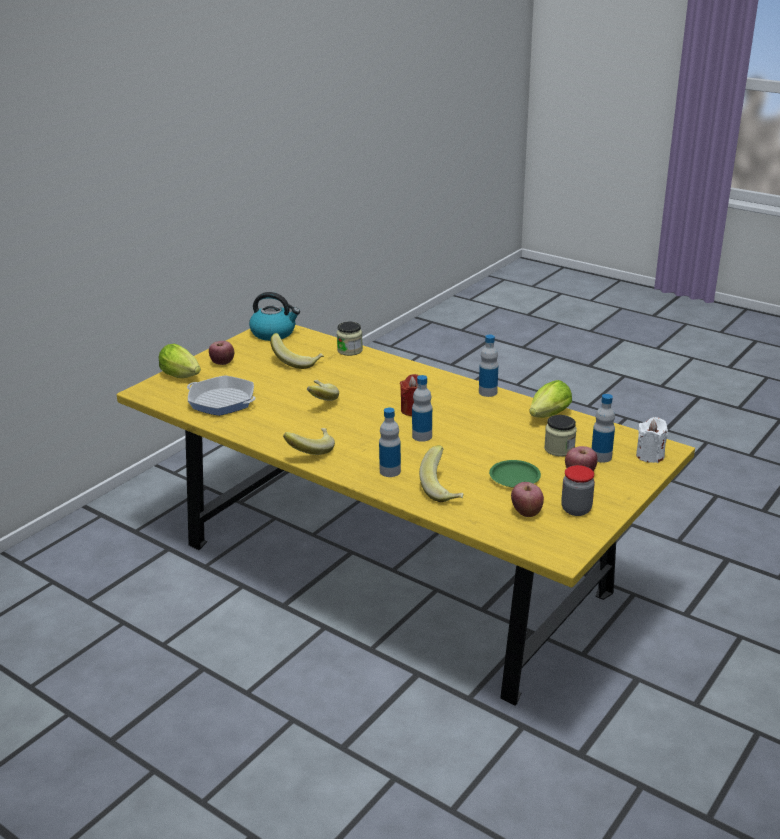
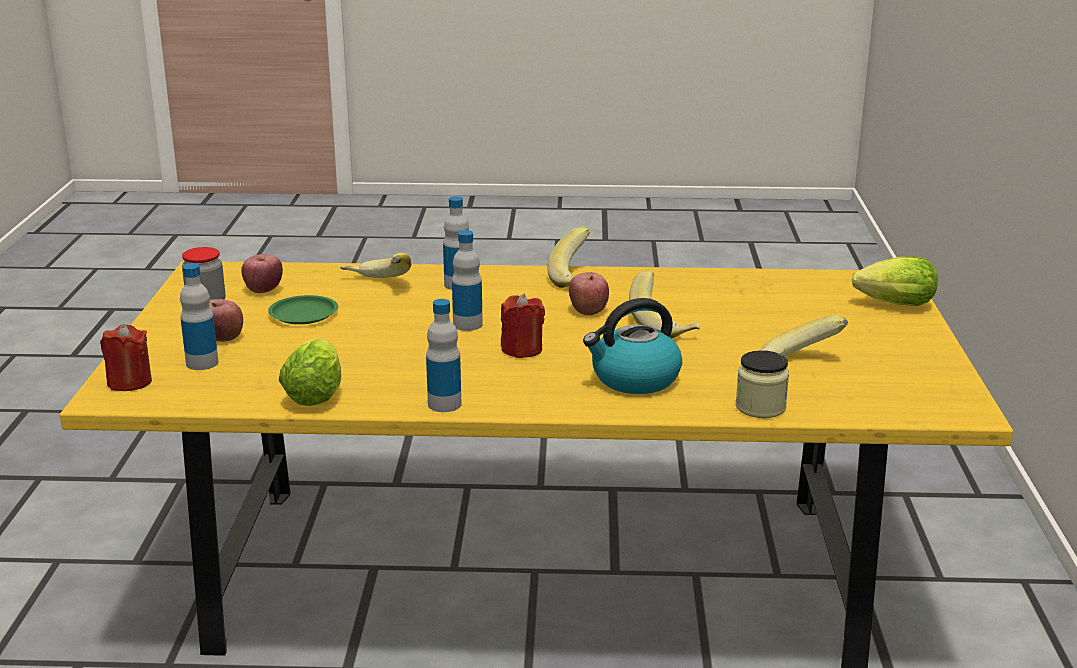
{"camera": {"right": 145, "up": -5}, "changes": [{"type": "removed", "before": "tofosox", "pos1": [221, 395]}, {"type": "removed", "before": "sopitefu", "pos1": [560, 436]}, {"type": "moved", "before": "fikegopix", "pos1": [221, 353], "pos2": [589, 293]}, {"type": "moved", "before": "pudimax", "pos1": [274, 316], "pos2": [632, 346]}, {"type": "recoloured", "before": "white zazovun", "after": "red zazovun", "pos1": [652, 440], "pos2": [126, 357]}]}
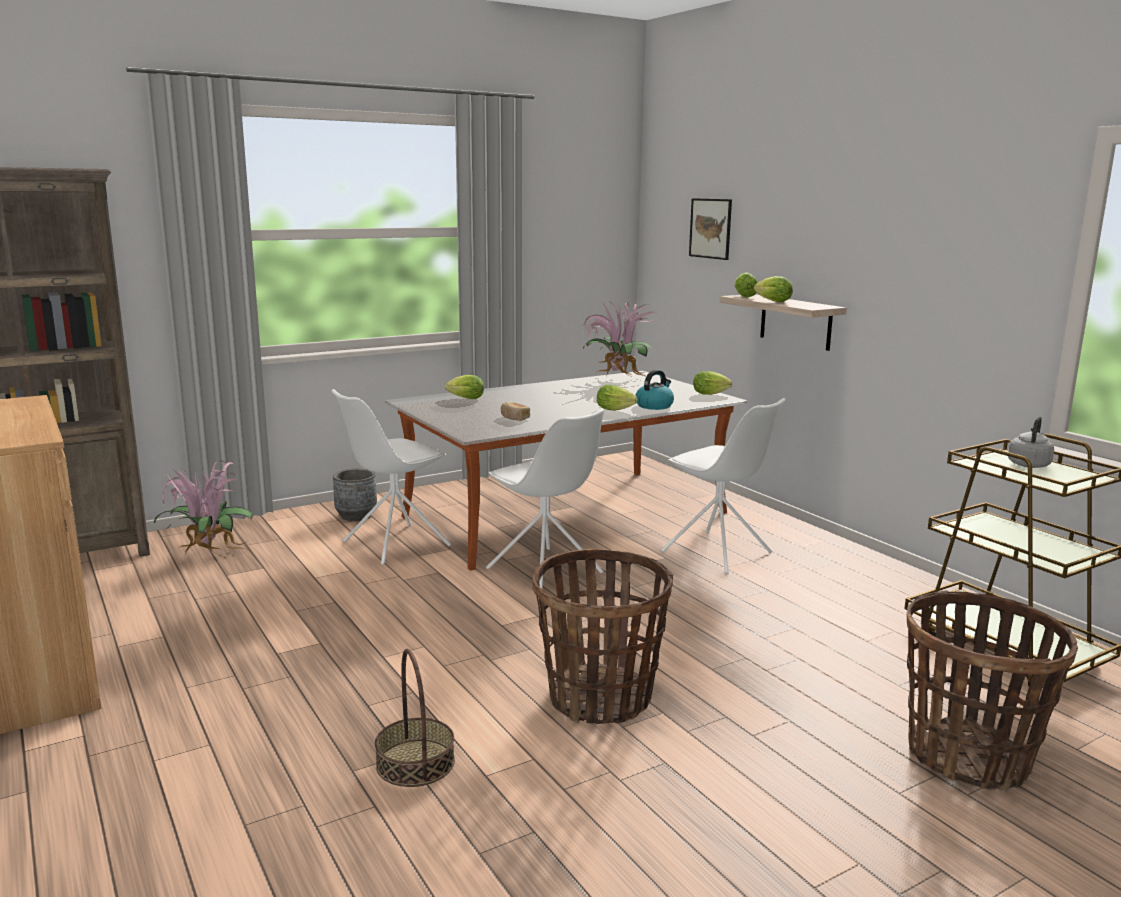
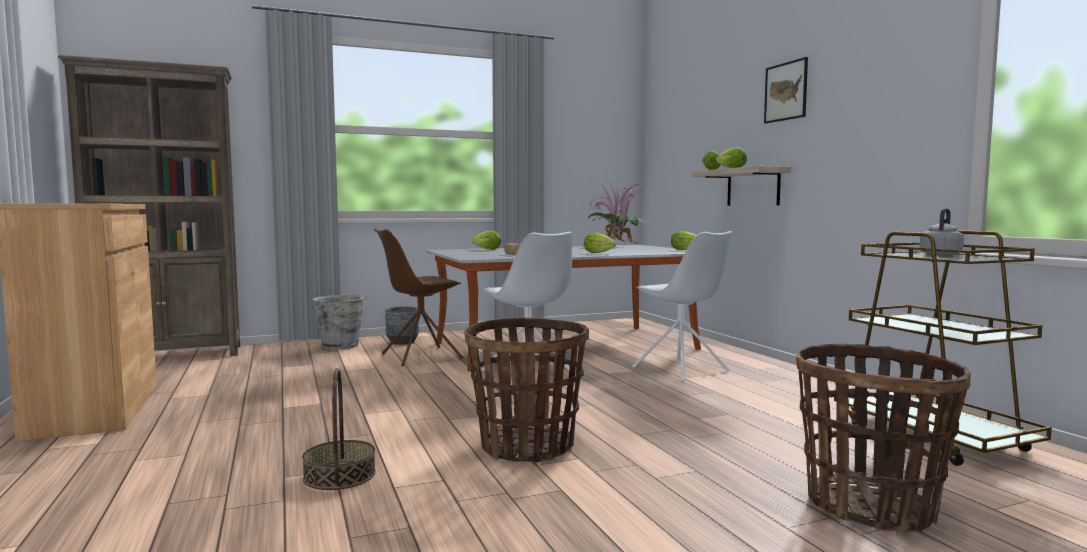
{"camera": {"right": 10, "up": -10}, "changes": [{"type": "removed", "before": "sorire", "pos1": [204, 508]}, {"type": "removed", "before": "pudimax", "pos1": [654, 390]}, {"type": "added", "after": "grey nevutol", "pos2": [339, 322]}, {"type": "moved", "before": "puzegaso", "pos1": [710, 229], "pos2": [786, 90]}, {"type": "recoloured", "before": "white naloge", "after": "brown naloge", "pos1": [391, 477], "pos2": [418, 297]}]}
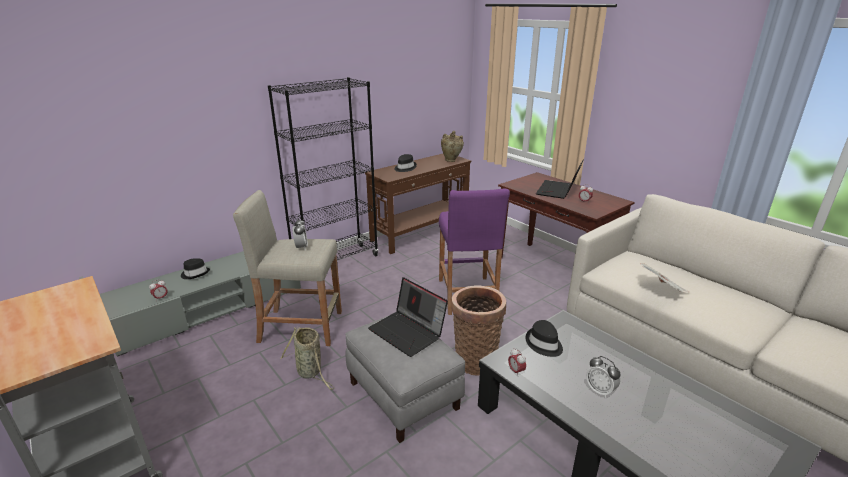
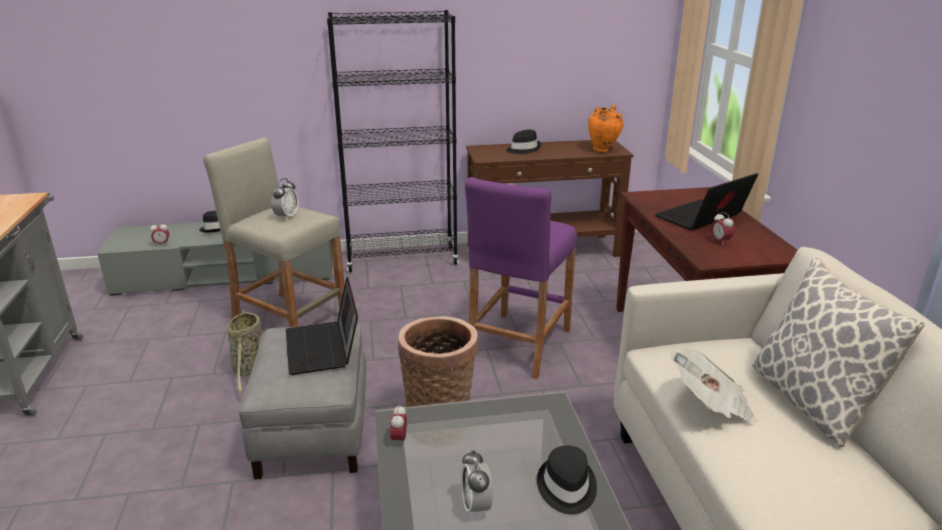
{"camera": {"right": 30, "up": 0}, "changes": [{"type": "added", "after": "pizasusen", "pos2": [838, 352]}, {"type": "moved", "before": "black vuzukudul", "pos1": [544, 338], "pos2": [567, 480]}, {"type": "recoloured", "before": "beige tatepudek", "after": "orange tatepudek", "pos1": [452, 146], "pos2": [606, 128]}]}
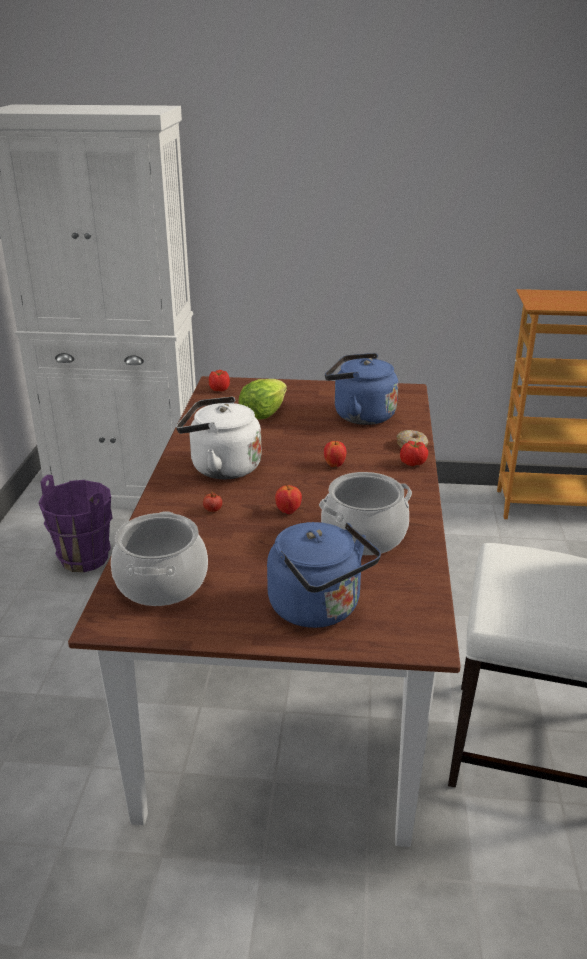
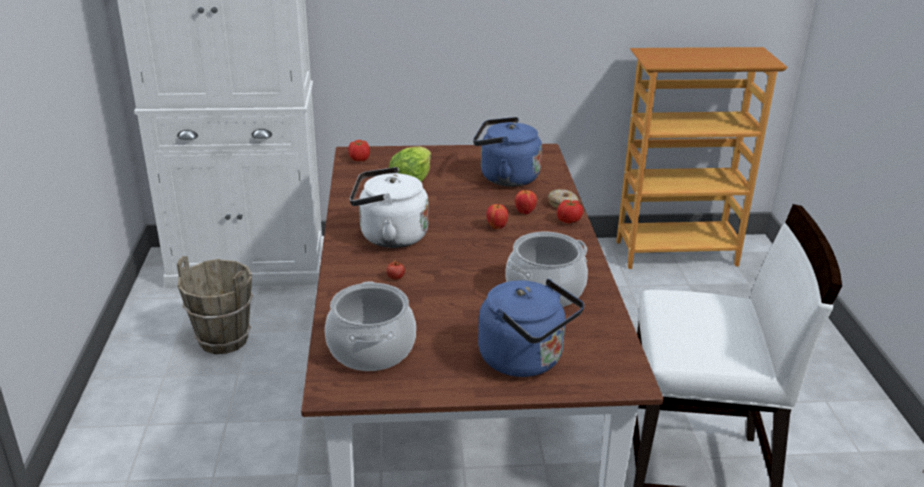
{"camera": {"right": -10, "up": 0}, "changes": [{"type": "moved", "before": "fikegopix", "pos1": [288, 499], "pos2": [526, 202]}, {"type": "recoloured", "before": "purple nevutol", "after": "brown nevutol", "pos1": [76, 523], "pos2": [215, 305]}]}
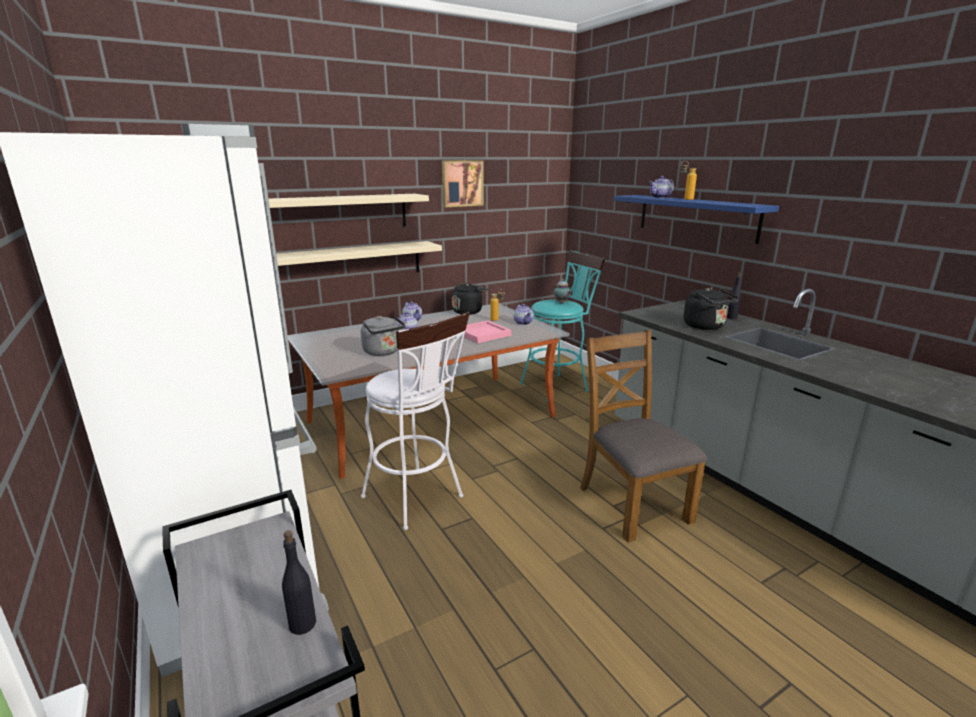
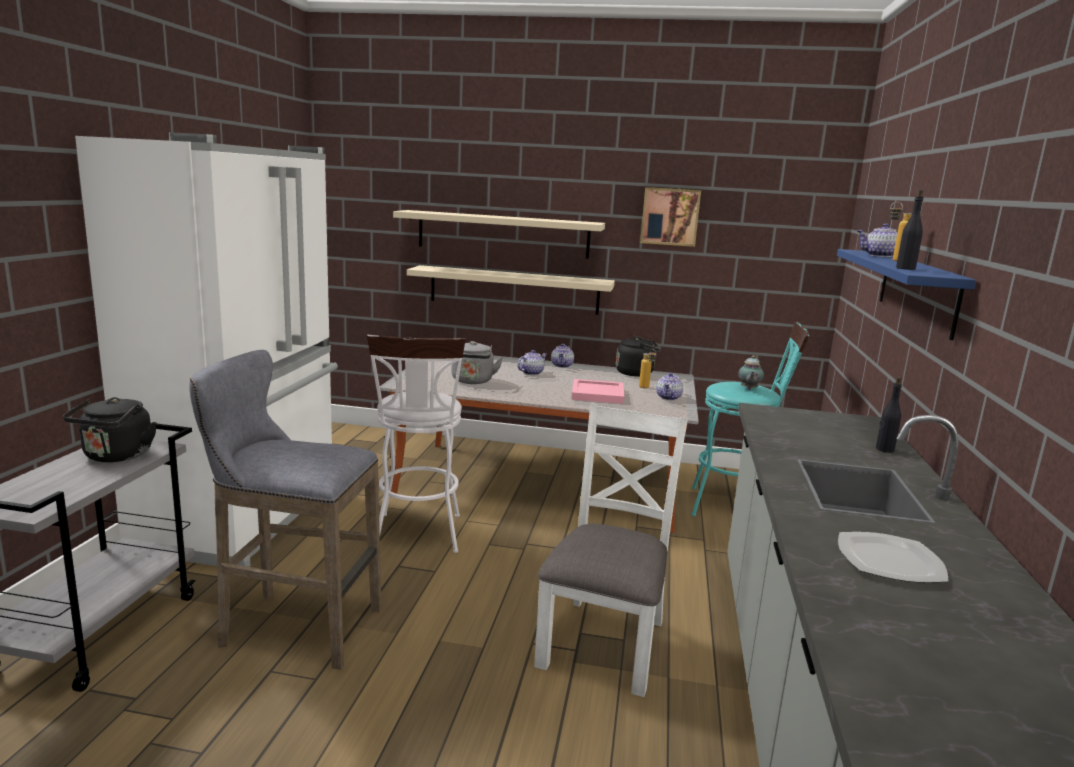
{"camera": {"right": 40, "up": -5}, "changes": [{"type": "added", "after": "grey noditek", "pos2": [285, 510]}, {"type": "added", "after": "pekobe", "pos2": [893, 557]}, {"type": "moved", "before": "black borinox", "pos1": [299, 582], "pos2": [910, 229]}, {"type": "moved", "before": "black pudimax", "pos1": [711, 309], "pos2": [110, 429]}, {"type": "recoloured", "before": "brown naloge", "after": "white naloge", "pos1": [643, 436], "pos2": [611, 550]}]}
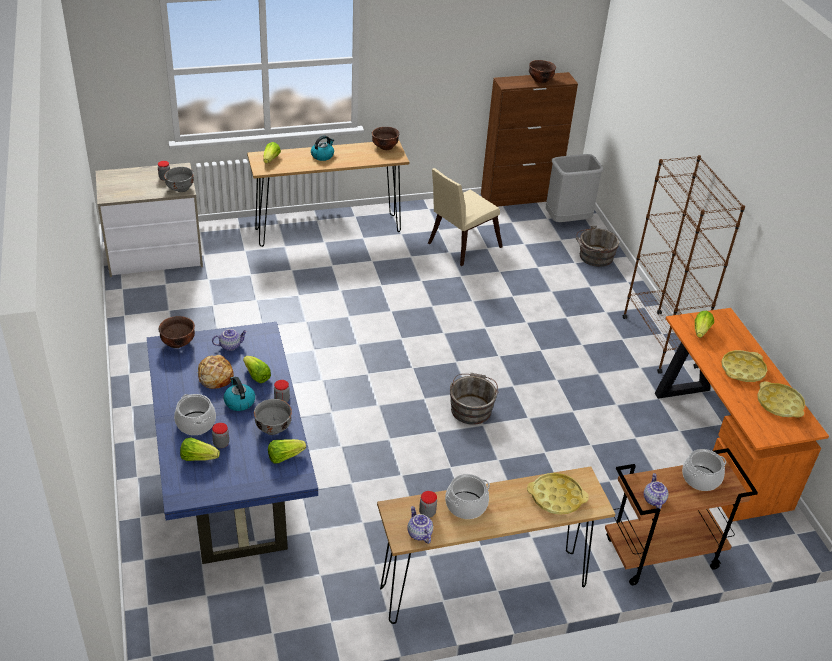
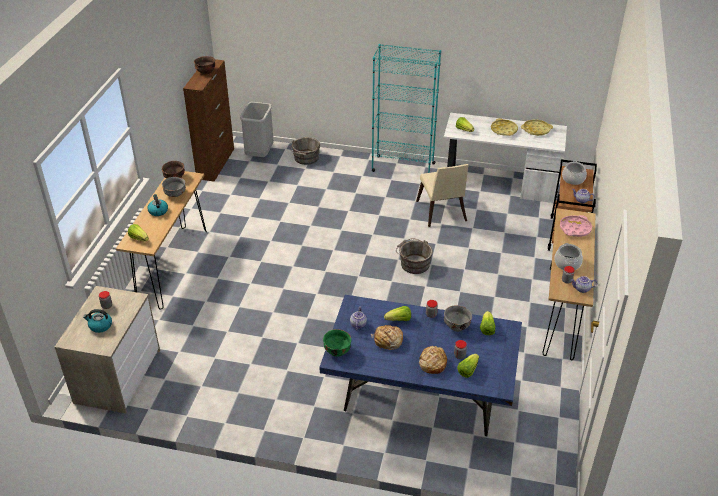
{"camera": {"right": -60, "up": 0}, "changes": [{"type": "moved", "before": "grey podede", "pos1": [179, 179], "pos2": [174, 187]}, {"type": "moved", "before": "pudimax", "pos1": [239, 393], "pos2": [97, 321]}, {"type": "moved", "before": "beige naloge", "pos1": [465, 217], "pos2": [442, 195]}, {"type": "replaced", "before": "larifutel", "after": "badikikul", "pos1": [195, 414], "pos2": [433, 360]}, {"type": "recoloured", "before": "brown podede", "after": "green podede", "pos1": [177, 332], "pos2": [337, 343]}, {"type": "recoloured", "before": "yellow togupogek", "after": "pink togupogek", "pos1": [558, 494], "pos2": [576, 226]}, {"type": "recoloured", "before": "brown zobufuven", "after": "turquoise zobufuven", "pos1": [684, 264], "pos2": [406, 108]}, {"type": "recoloured", "before": "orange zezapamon", "after": "white zezapamon", "pos1": [742, 415], "pos2": [505, 158]}]}
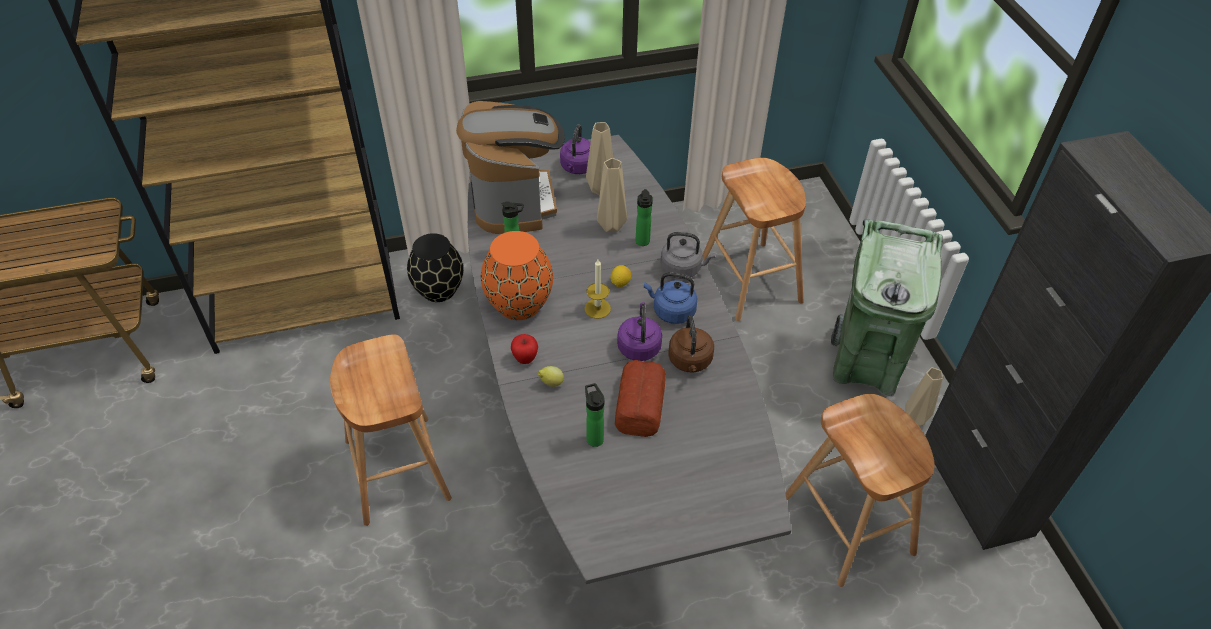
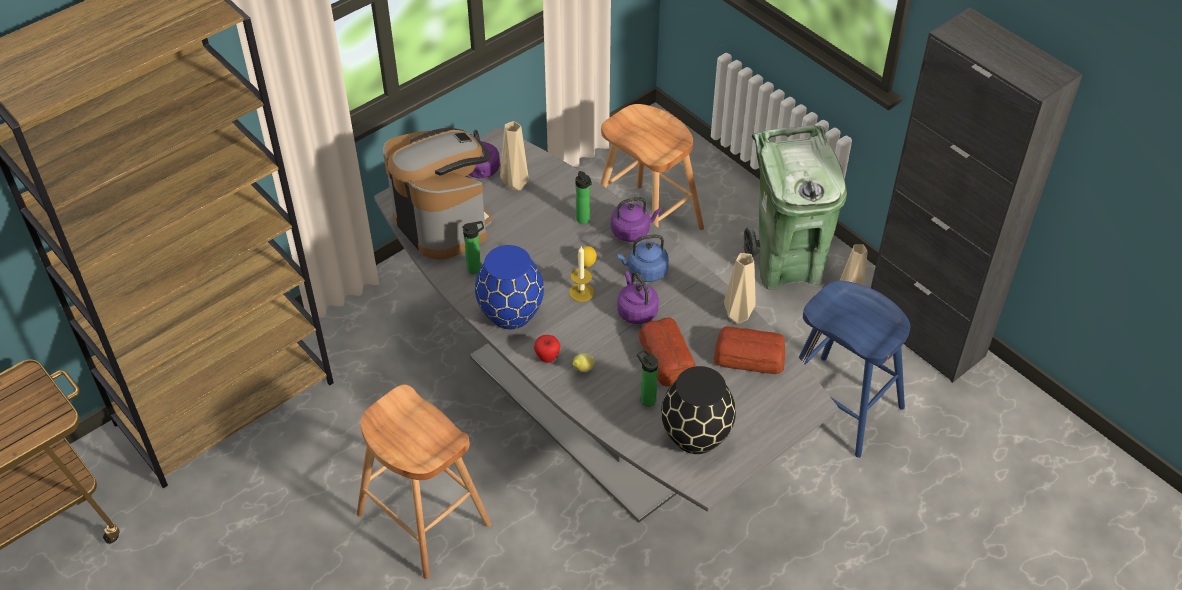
{"camera": {"right": -25, "up": 0}, "changes": [{"type": "removed", "before": "brown pudimax", "pos1": [691, 344]}, {"type": "added", "after": "badikikul", "pos2": [750, 350]}, {"type": "moved", "before": "black tatepudek", "pos1": [435, 267], "pos2": [698, 410]}, {"type": "moved", "before": "beige tatepudek", "pos1": [612, 195], "pos2": [740, 288]}, {"type": "recoloured", "before": "orange tatepudek", "after": "blue tatepudek", "pos1": [517, 275], "pos2": [509, 287]}, {"type": "recoloured", "before": "grey pudimax", "after": "purple pudimax", "pos1": [687, 255], "pos2": [636, 219]}, {"type": "recoloured", "before": "brown noditek", "after": "blue noditek", "pos1": [860, 490], "pos2": [854, 369]}]}
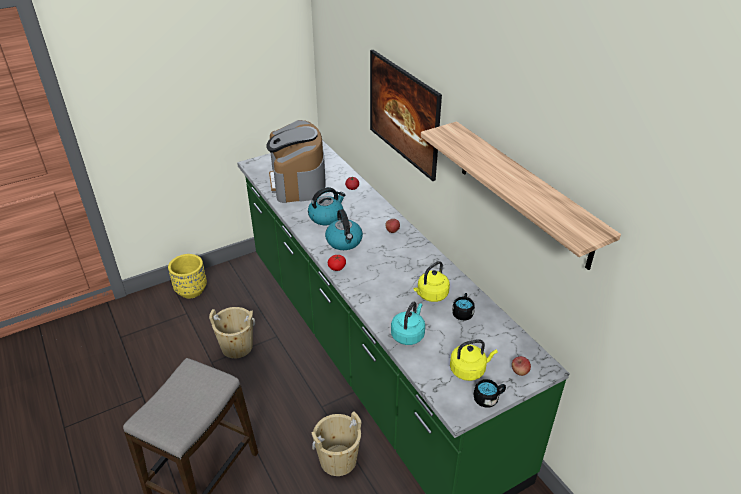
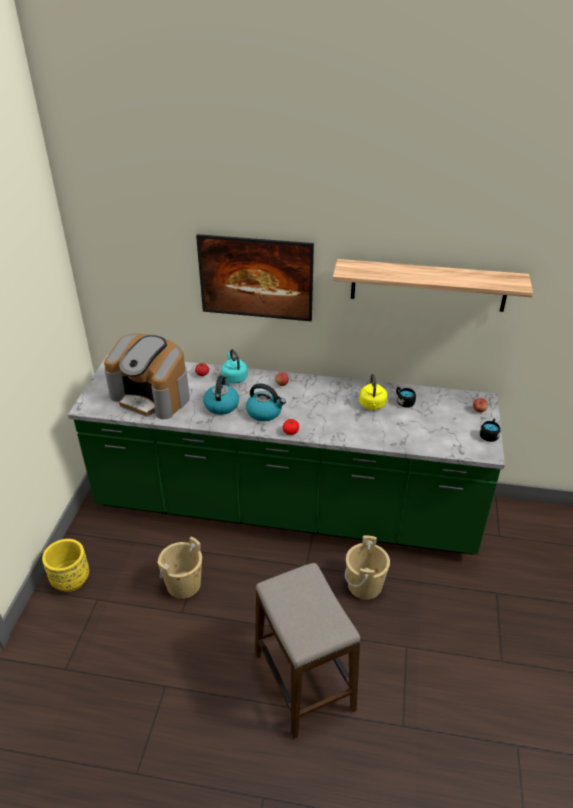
{"camera": {"right": -50, "up": 0}, "changes": [{"type": "removed", "before": "yellow pudimax", "pos1": [474, 360]}, {"type": "moved", "before": "turquoise pudimax", "pos1": [408, 323], "pos2": [234, 366]}]}
